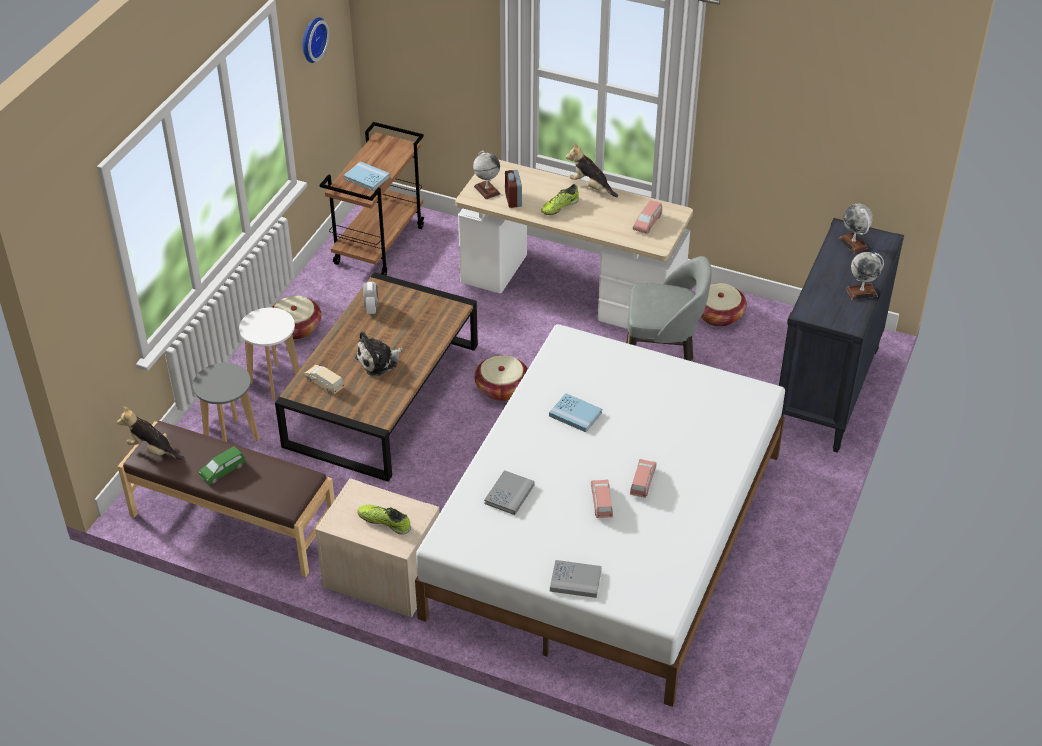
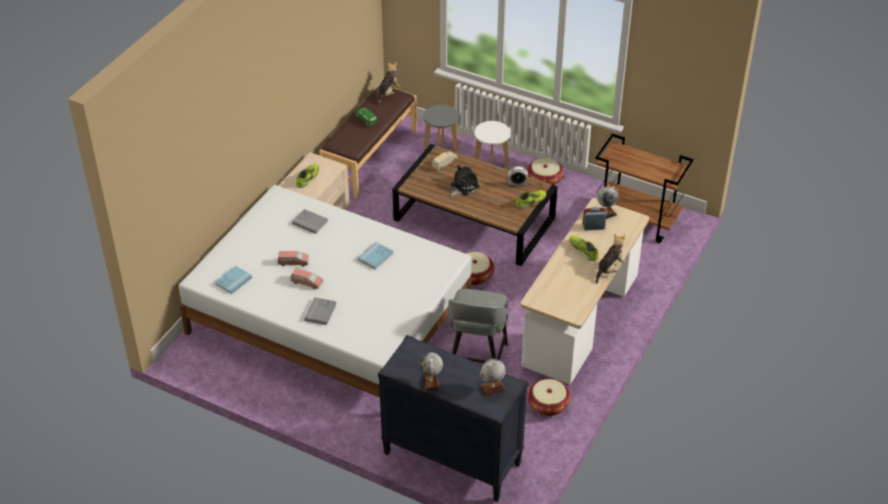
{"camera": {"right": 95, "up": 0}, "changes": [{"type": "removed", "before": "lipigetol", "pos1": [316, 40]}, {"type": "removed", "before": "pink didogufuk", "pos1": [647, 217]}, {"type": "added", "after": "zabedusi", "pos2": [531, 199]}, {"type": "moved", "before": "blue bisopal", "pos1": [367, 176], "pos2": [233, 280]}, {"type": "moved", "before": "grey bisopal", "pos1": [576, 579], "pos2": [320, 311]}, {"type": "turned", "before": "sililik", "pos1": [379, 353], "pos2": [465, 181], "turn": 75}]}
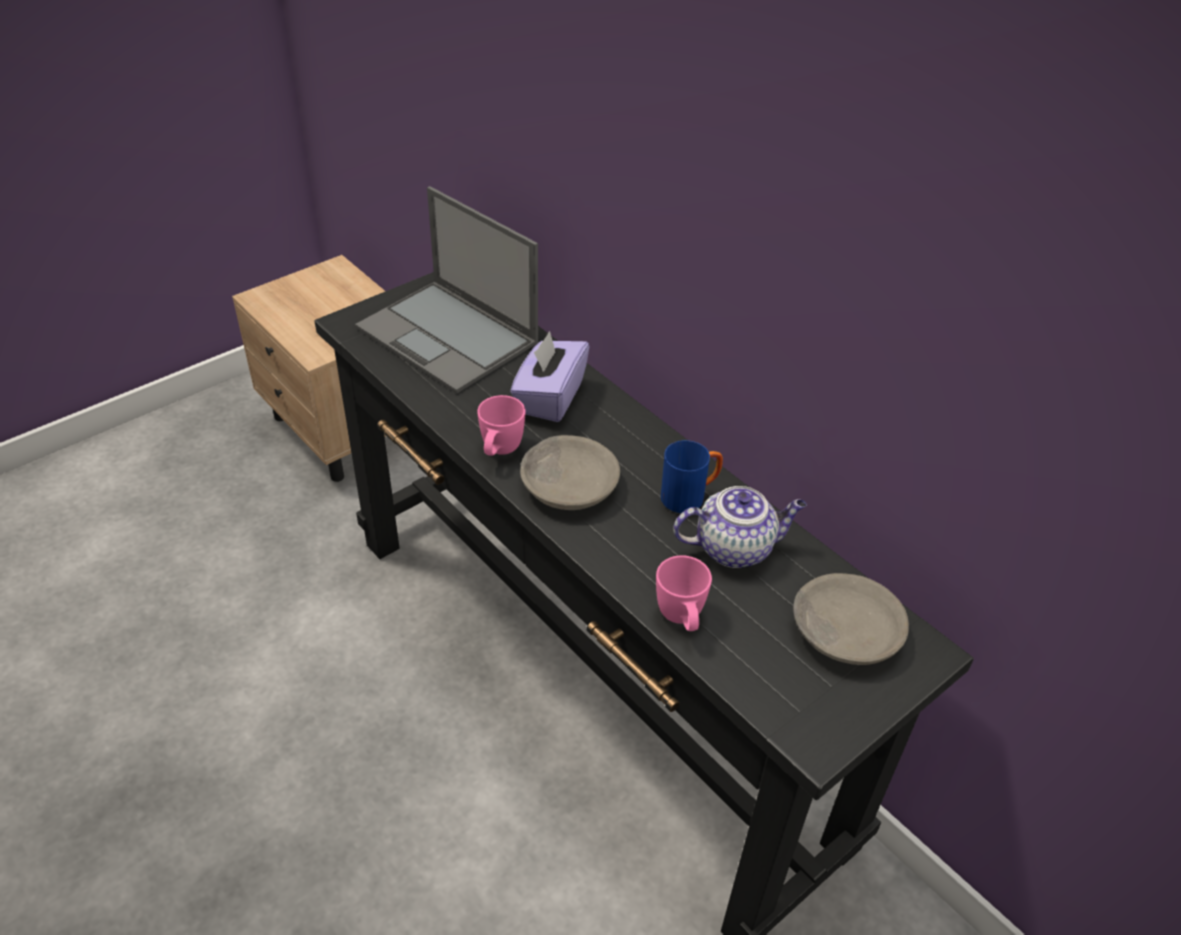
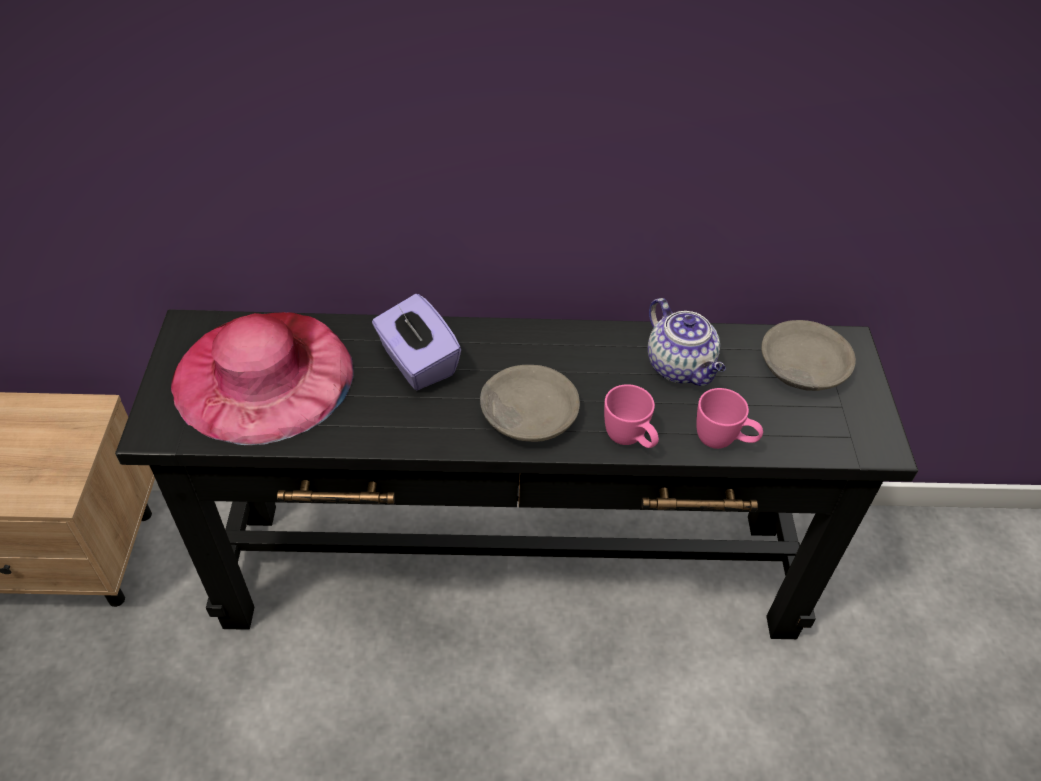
{"camera": {"right": -50, "up": 5}, "changes": [{"type": "removed", "before": "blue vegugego", "pos1": [692, 476]}, {"type": "moved", "before": "pink vegugego", "pos1": [501, 425], "pos2": [631, 416]}, {"type": "replaced", "before": "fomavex", "after": "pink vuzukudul", "pos1": [446, 290], "pos2": [262, 378]}, {"type": "turned", "before": "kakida", "pos1": [739, 527], "pos2": [686, 342], "turn": 120}]}
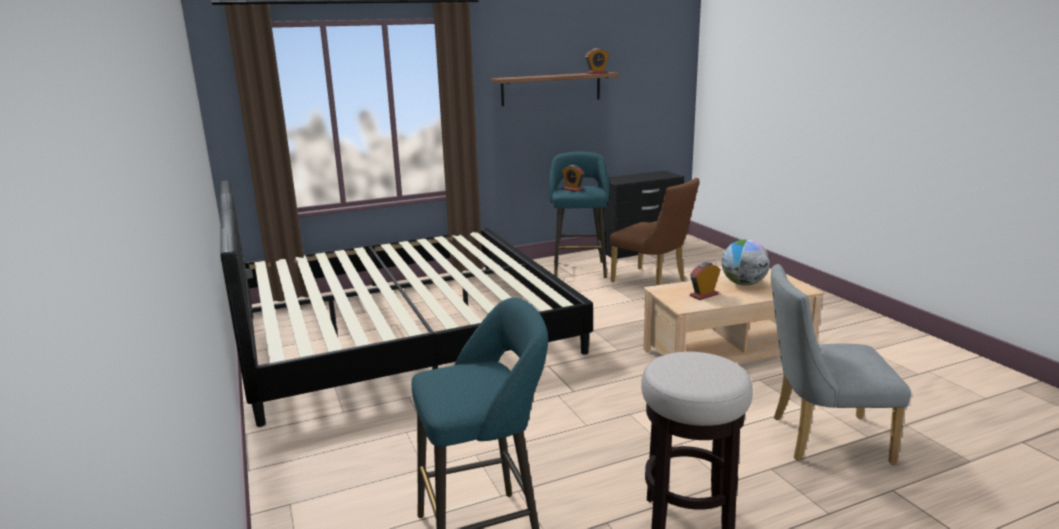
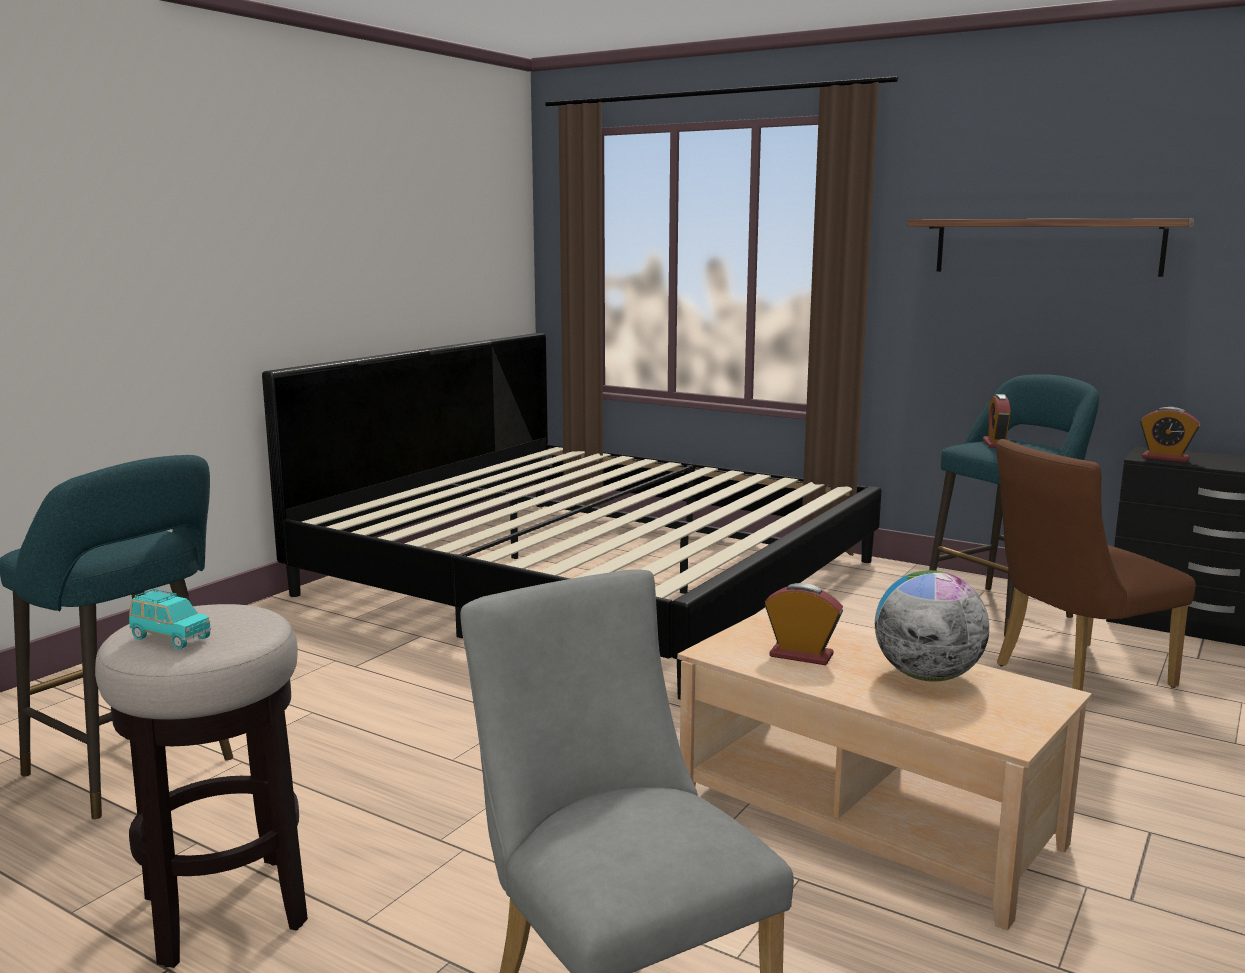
{"camera": {"right": 55, "up": -5}, "changes": [{"type": "added", "after": "turquoise didogufuk", "pos2": [170, 619]}, {"type": "moved", "before": "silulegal", "pos1": [597, 61], "pos2": [1170, 435]}, {"type": "turned", "before": "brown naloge", "pos1": [654, 231], "pos2": [1096, 565], "turn": 60}]}
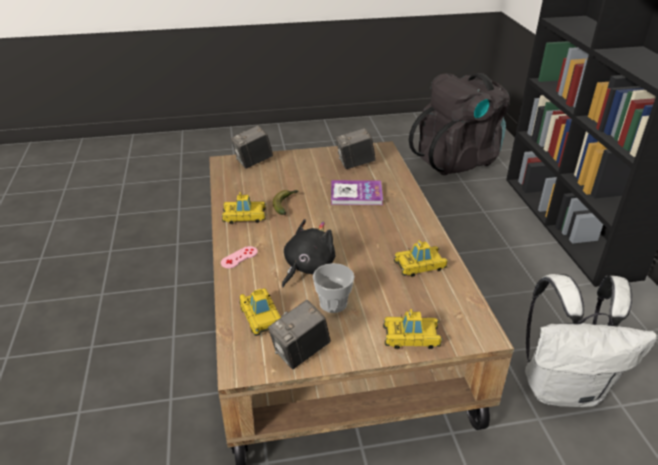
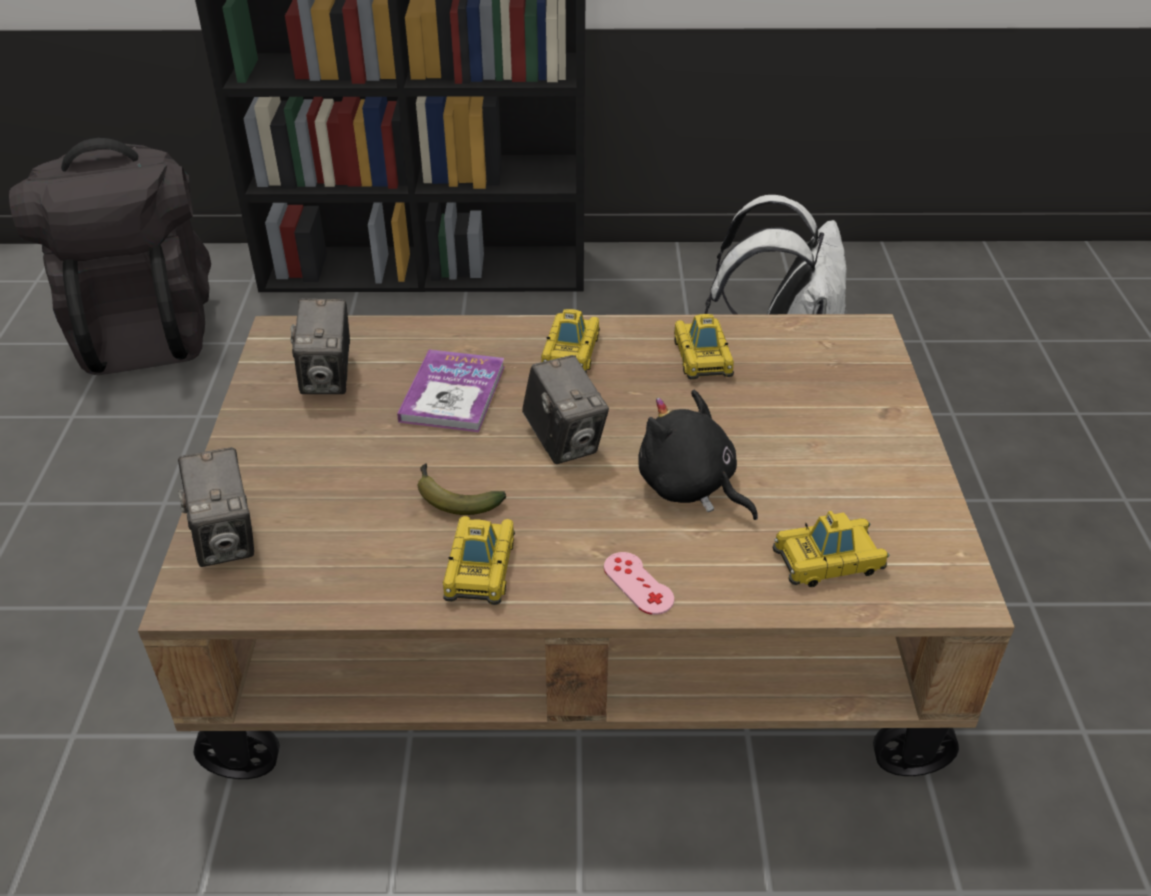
{"camera": {"right": -80, "up": 5}, "changes": [{"type": "removed", "before": "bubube", "pos1": [334, 288]}, {"type": "moved", "before": "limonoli", "pos1": [299, 334], "pos2": [565, 409]}, {"type": "moved", "before": "didogufuk", "pos1": [413, 329], "pos2": [570, 341]}]}
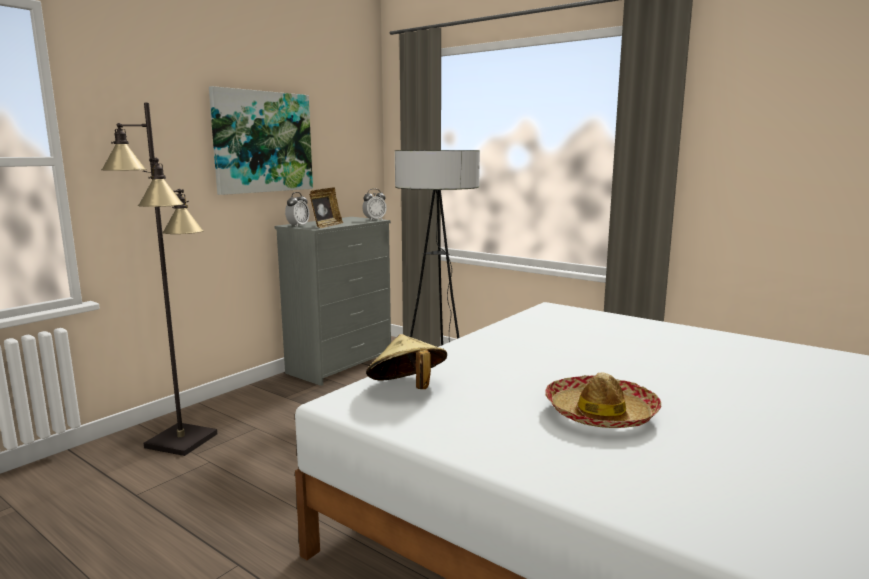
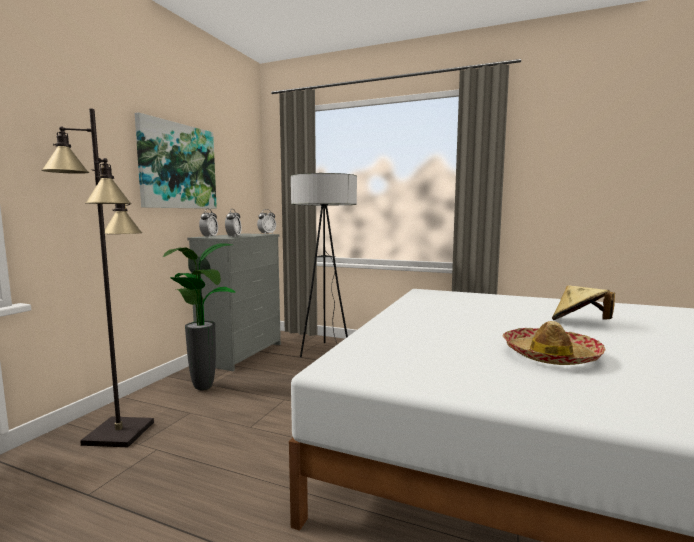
{"camera": {"right": -15, "up": -5}, "changes": [{"type": "added", "after": "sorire", "pos2": [199, 316]}, {"type": "moved", "before": "beige vuzukudul", "pos1": [406, 361], "pos2": [583, 303]}, {"type": "replaced", "before": "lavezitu", "after": "silulegal", "pos1": [326, 207], "pos2": [233, 222]}]}
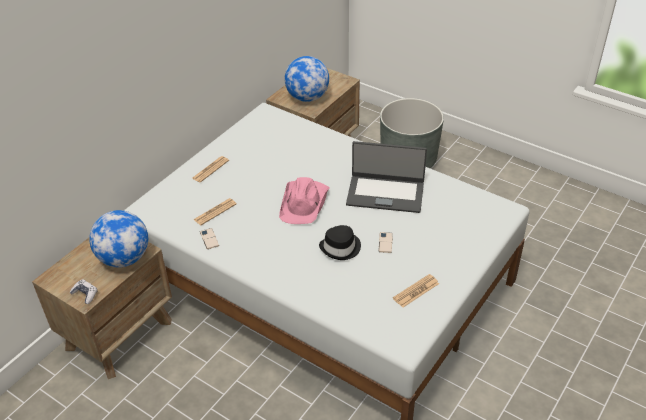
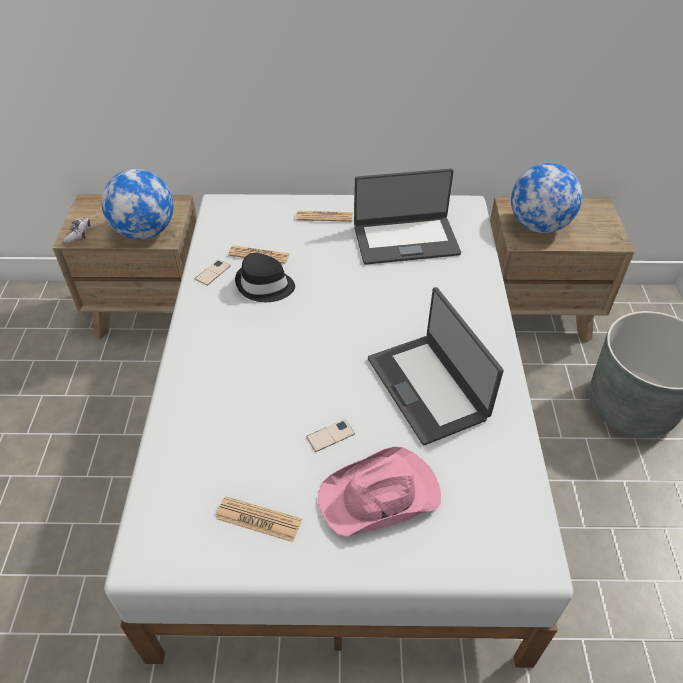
{"camera": {"right": 55, "up": 5}, "changes": [{"type": "added", "after": "fomavex", "pos2": [407, 216]}, {"type": "moved", "before": "pink vuzukudul", "pos1": [304, 200], "pos2": [379, 491]}, {"type": "moved", "before": "black vuzukudul", "pos1": [340, 242], "pos2": [265, 277]}]}
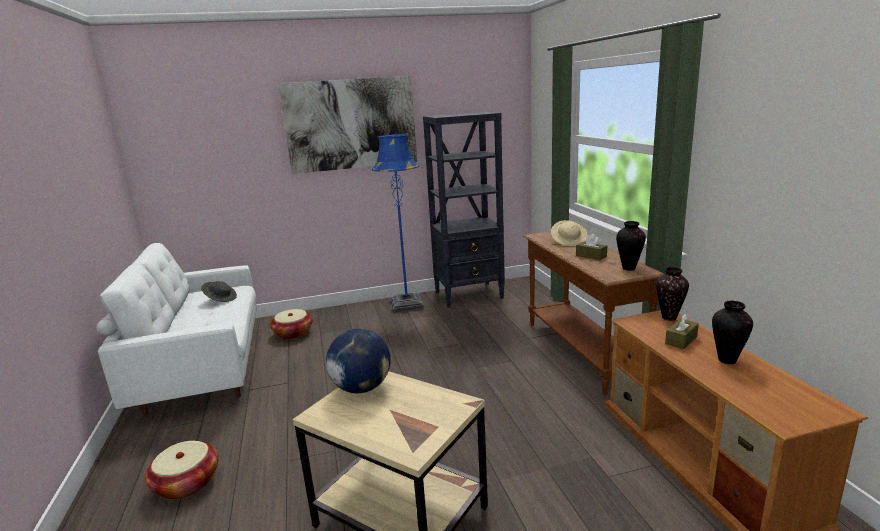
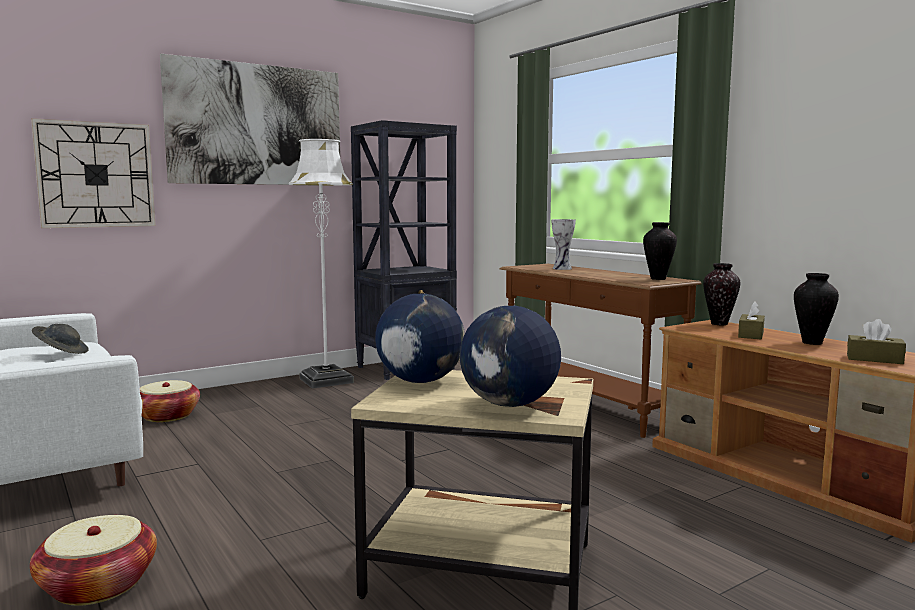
{"camera": {"right": -20, "up": -10}, "changes": [{"type": "added", "after": "lipigetol", "pos2": [93, 173]}, {"type": "added", "after": "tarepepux", "pos2": [510, 356]}, {"type": "moved", "before": "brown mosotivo", "pos1": [591, 247], "pos2": [876, 341]}, {"type": "replaced", "before": "beige vuzukudul", "after": "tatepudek", "pos1": [569, 233], "pos2": [563, 244]}, {"type": "recoloured", "before": "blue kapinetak", "after": "white kapinetak", "pos1": [398, 223], "pos2": [321, 264]}]}
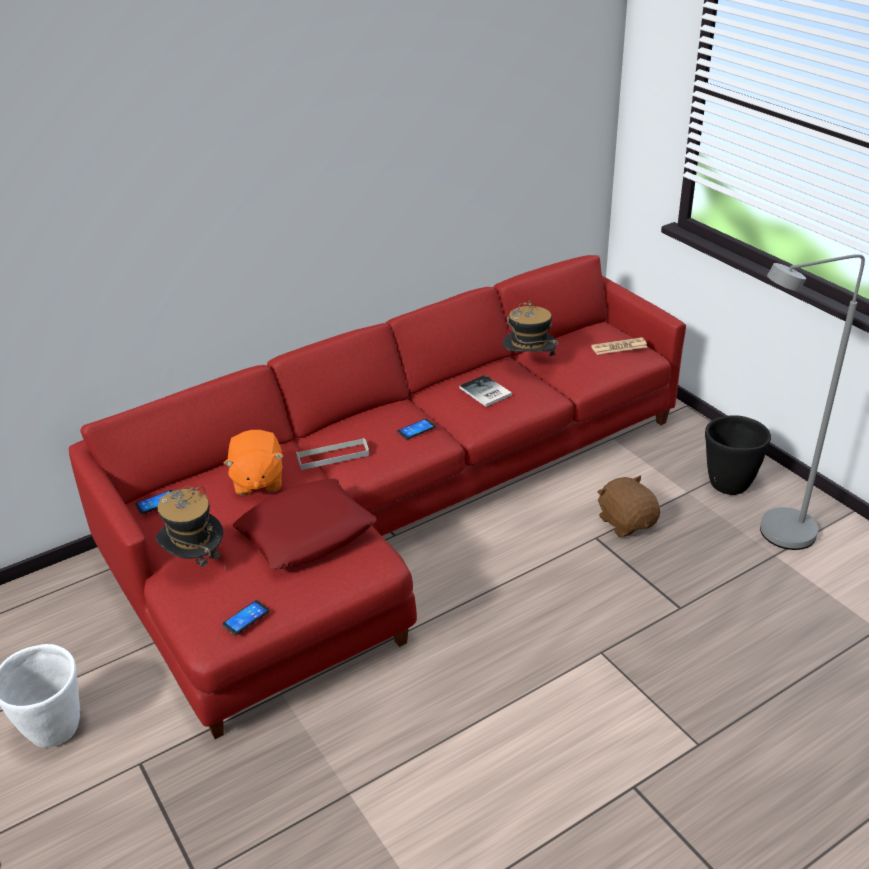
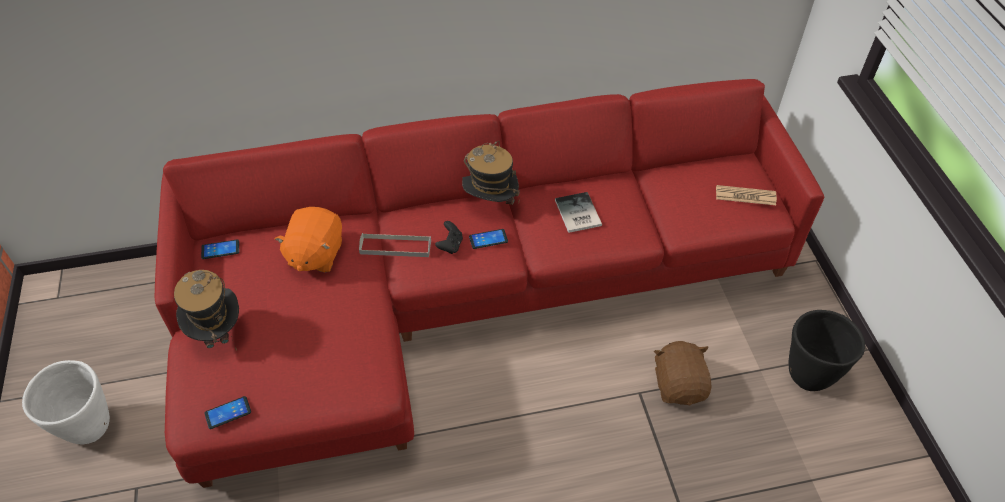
{"camera": {"right": 20, "up": 15}, "changes": [{"type": "removed", "before": "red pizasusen", "pos1": [305, 524]}, {"type": "removed", "before": "grey kapinetak", "pos1": [812, 402]}, {"type": "added", "after": "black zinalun", "pos2": [449, 237]}, {"type": "moved", "before": "vuzukudul", "pos1": [530, 330], "pos2": [491, 173]}]}
